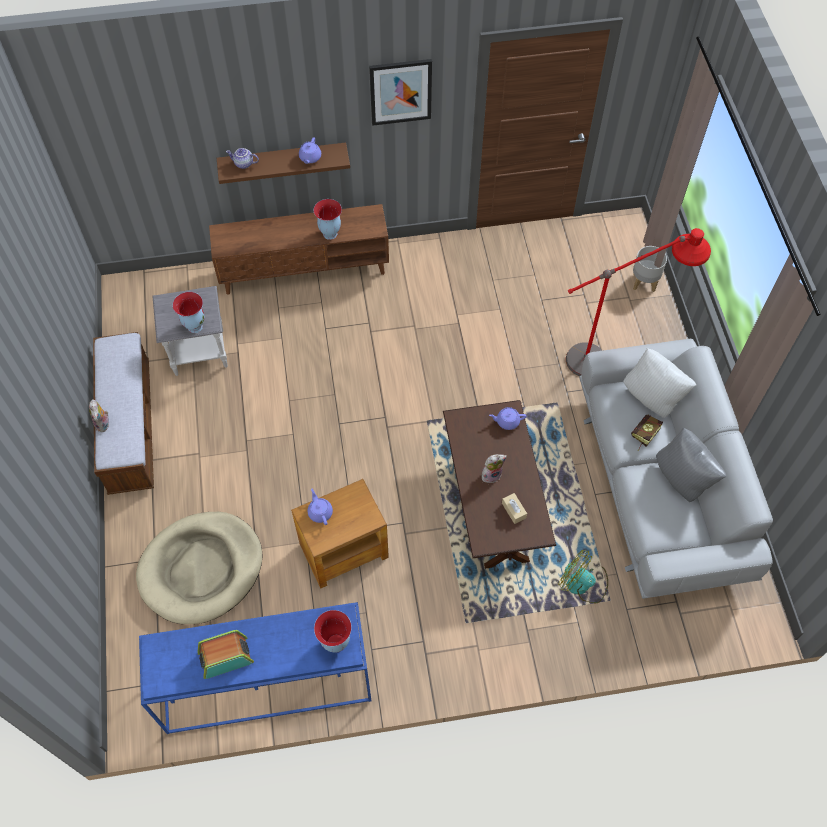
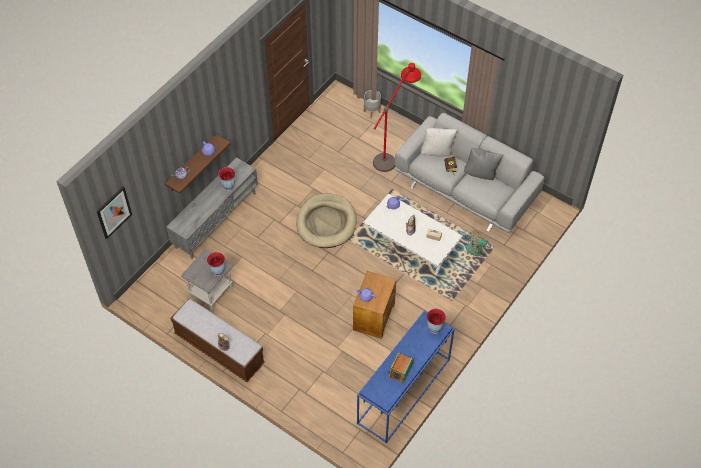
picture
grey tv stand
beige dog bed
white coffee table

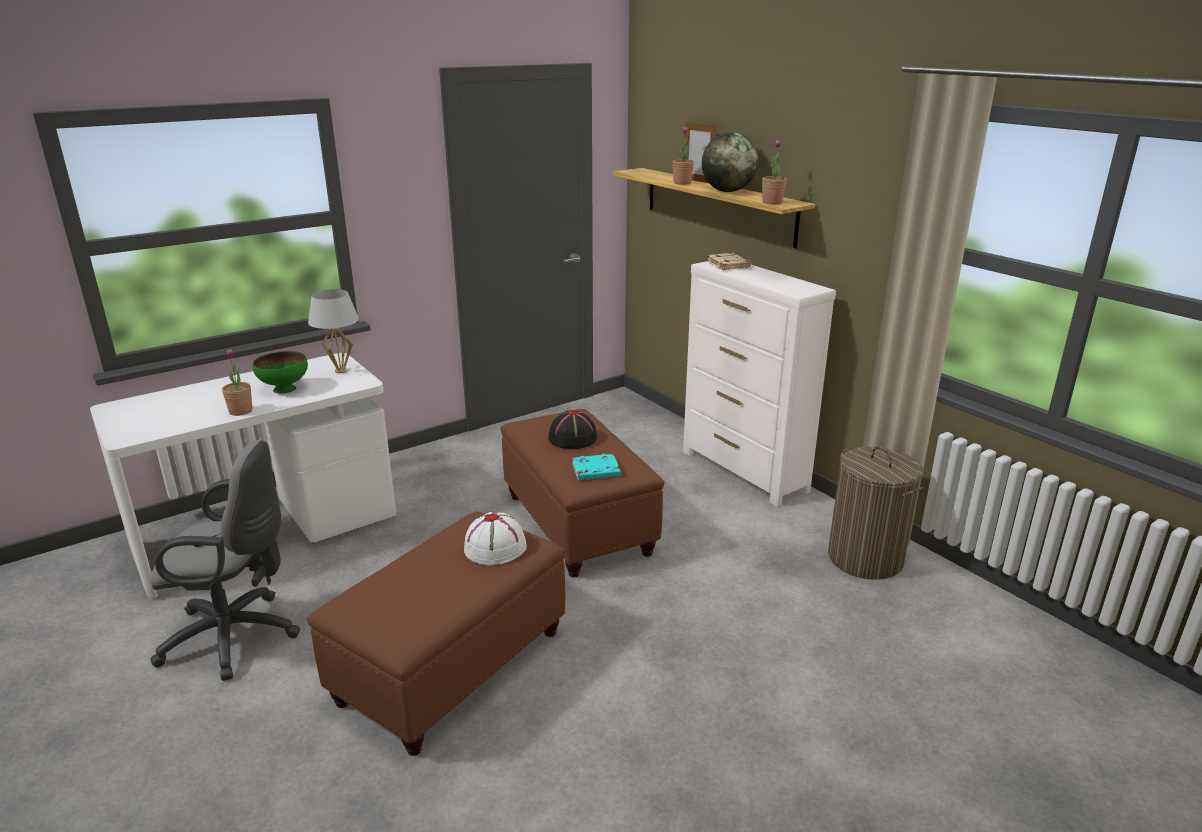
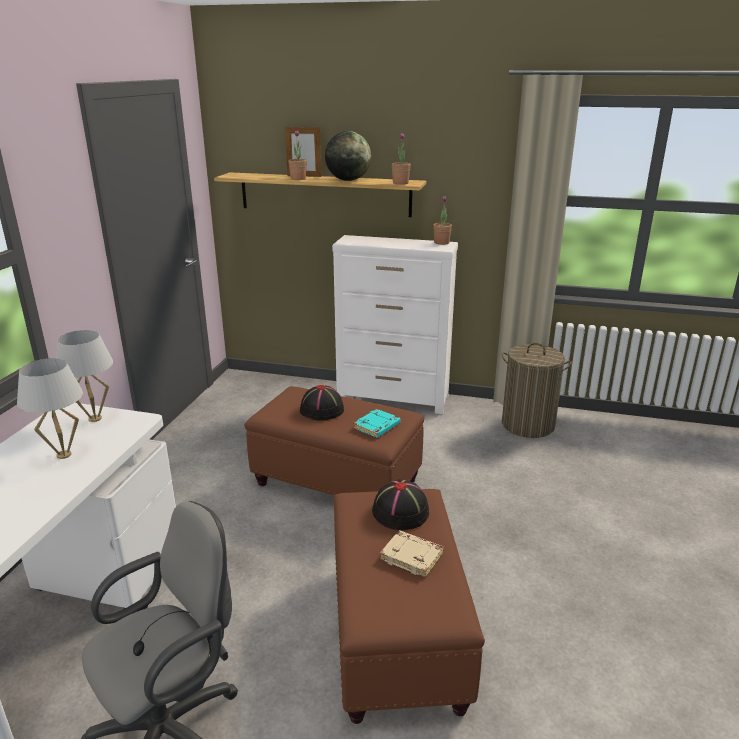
white table lamp (no. 1 from left)
black hat (no. 2 from left)
beige book
potted plant (no. 3 from left)

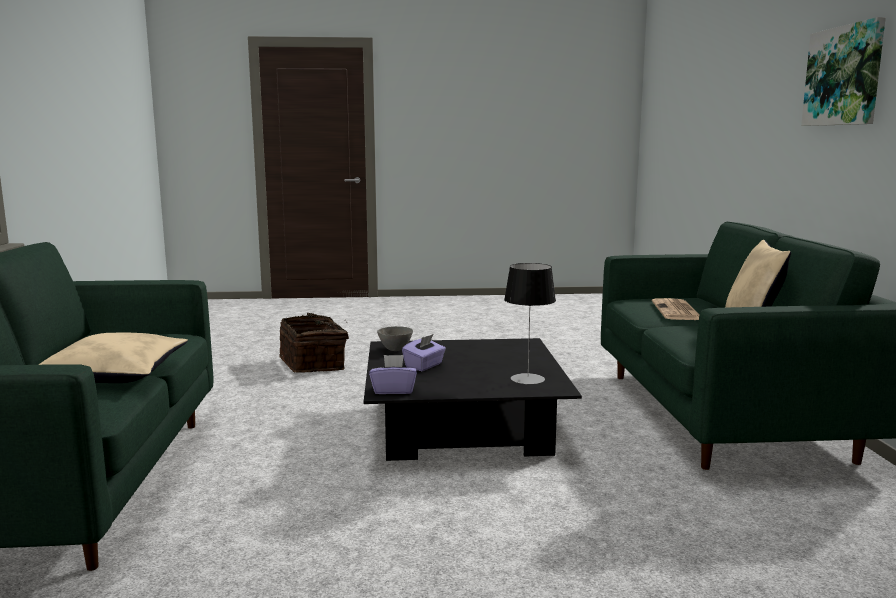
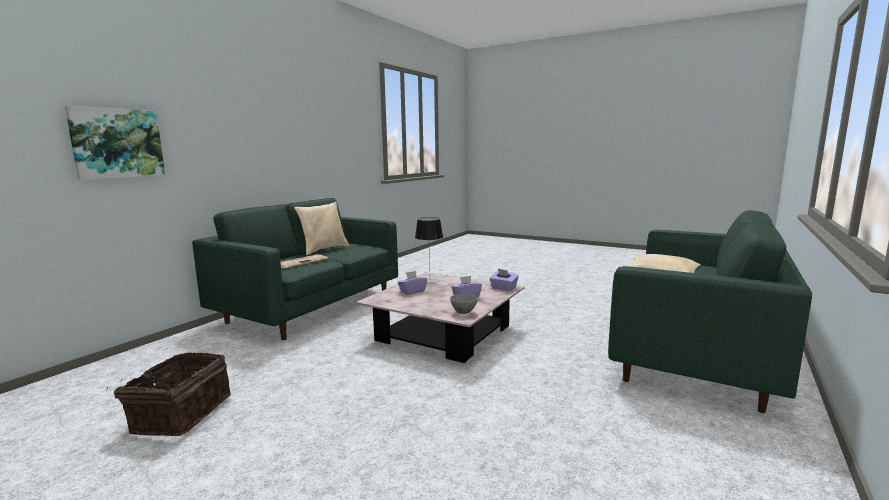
picture
basket
pink coffee table
purple tissue box (no. 1 from left)

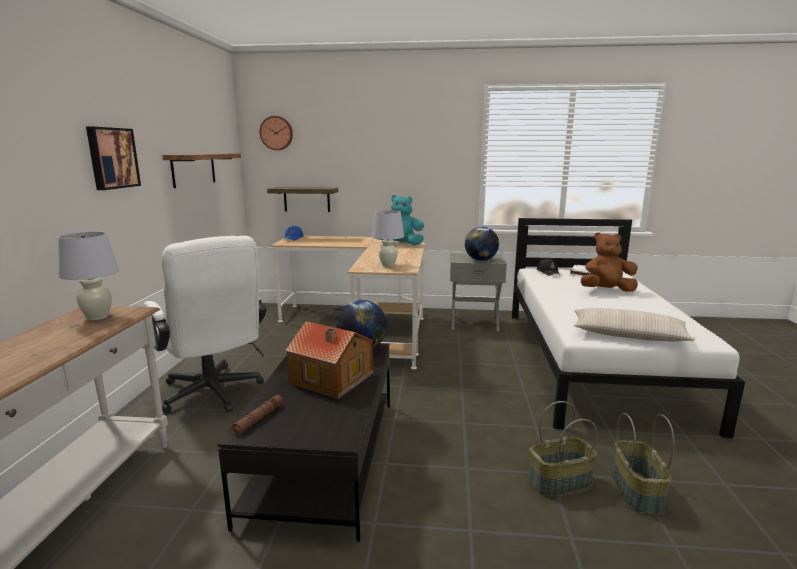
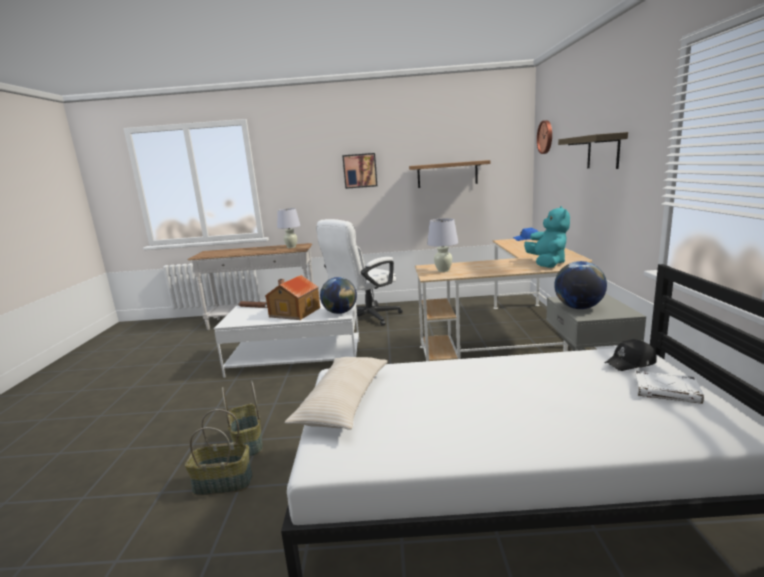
white coffee table
shelf (no. 2 from left)
brown plush toy

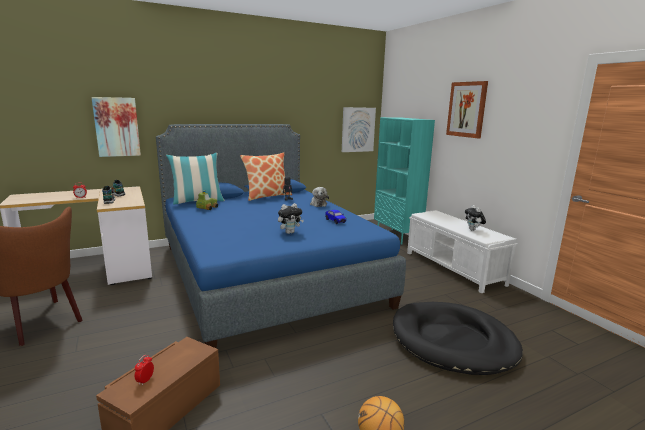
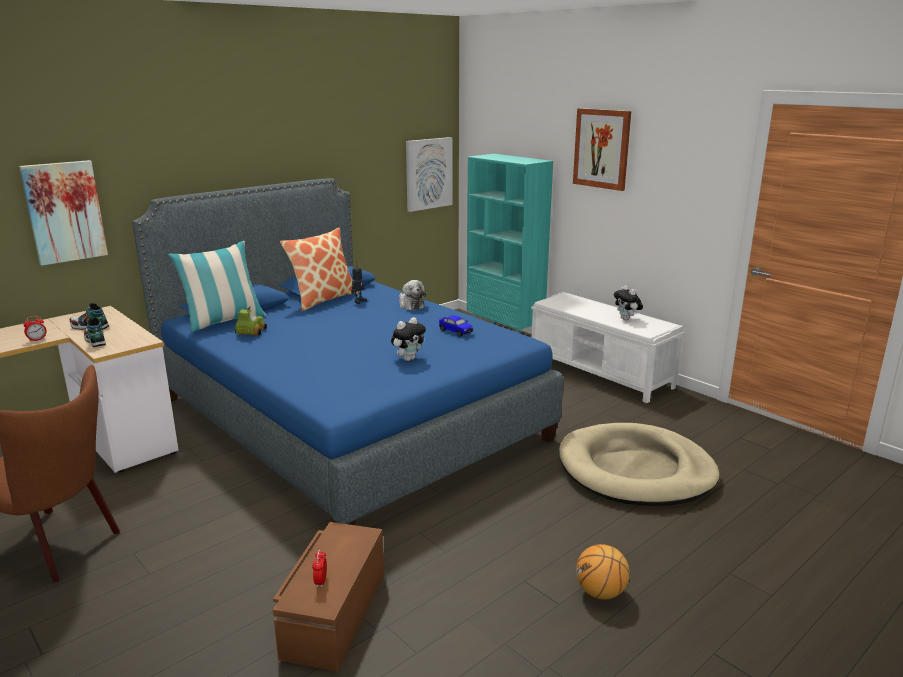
beige dog bed

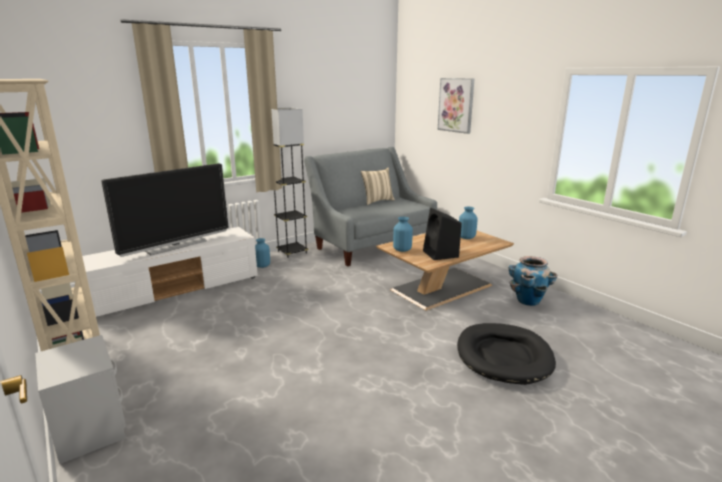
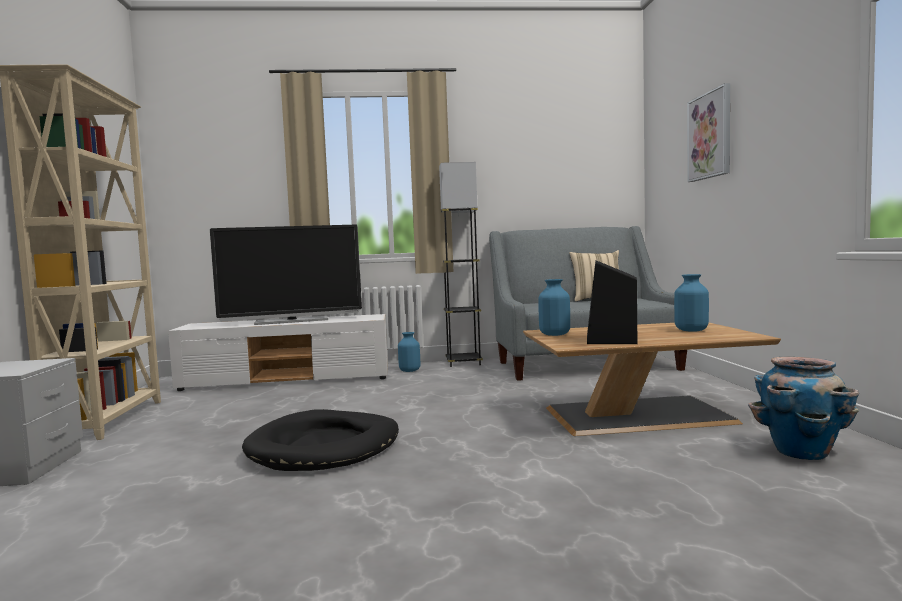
black dog bed

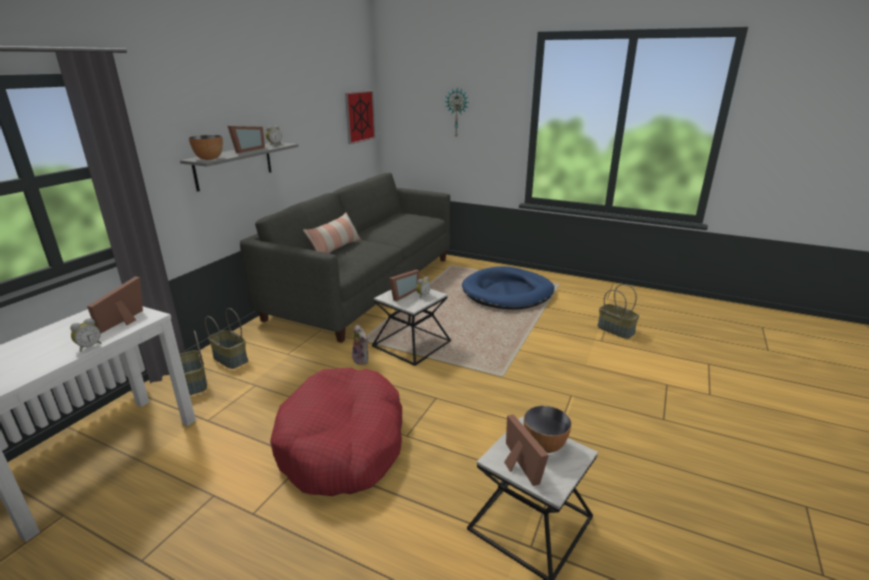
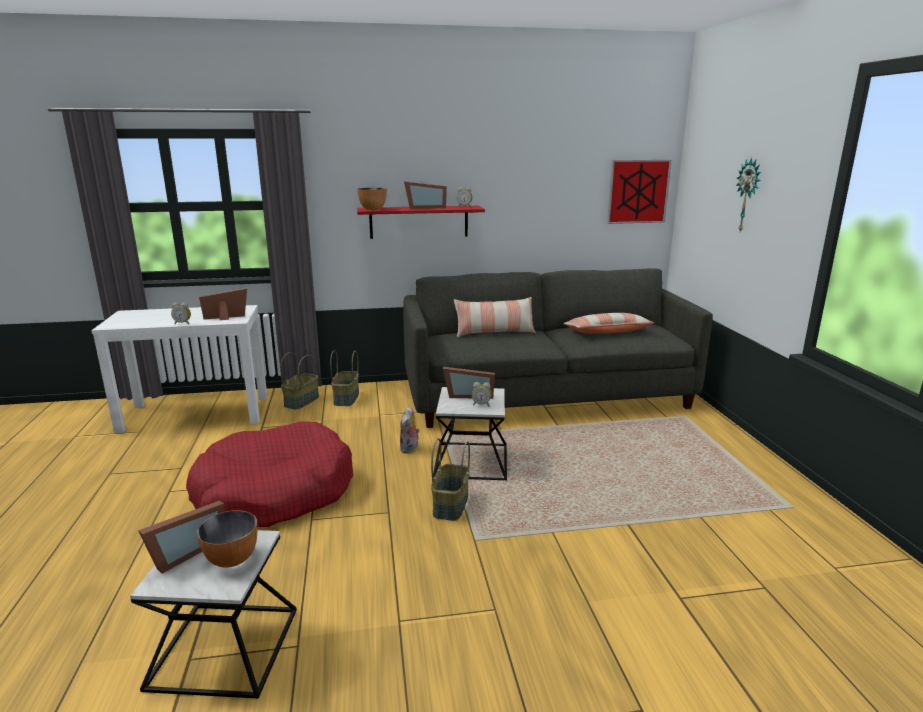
red shelf
basket (no. 3 from left)
pillow (no. 2 from left)
blue dog bed

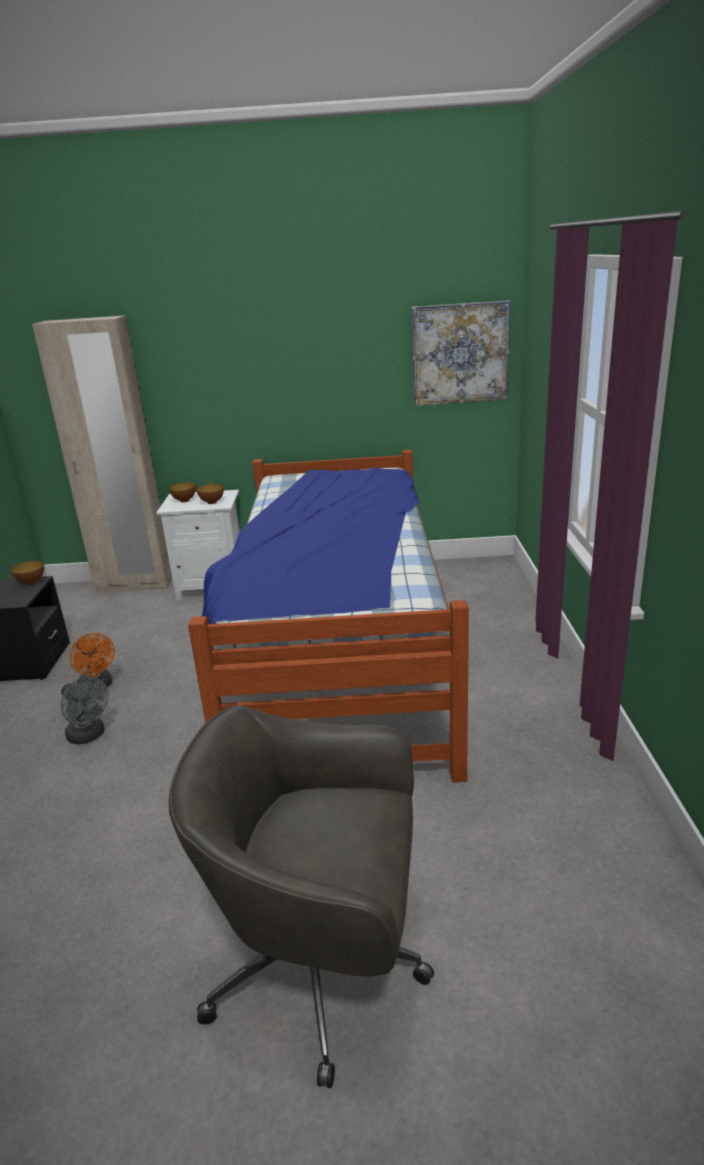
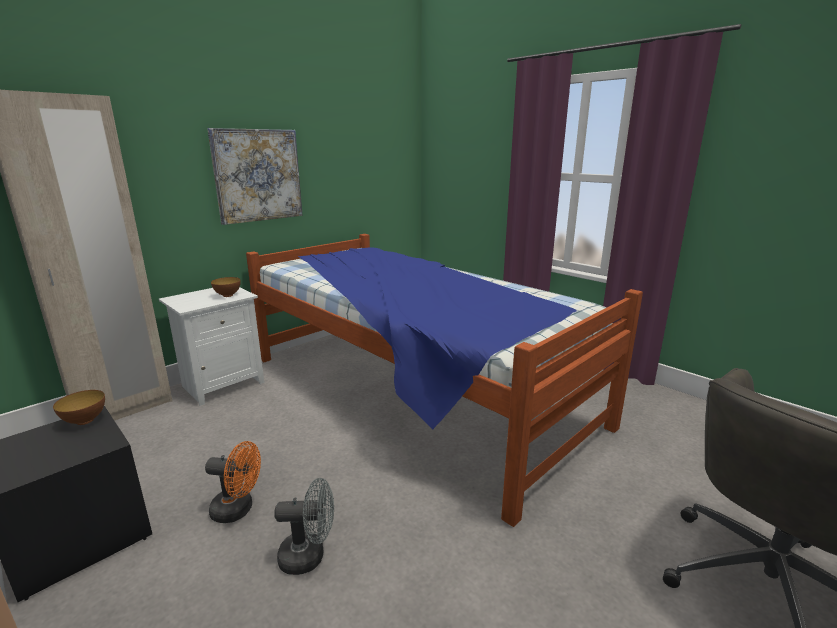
picture
bowl (no. 2 from left in the first image)

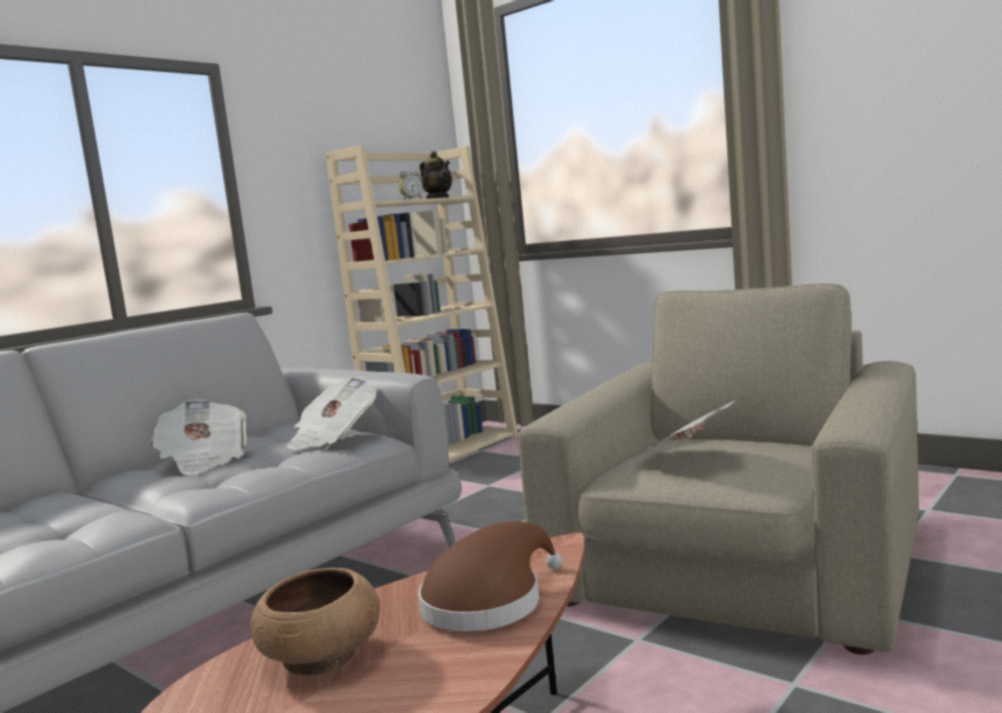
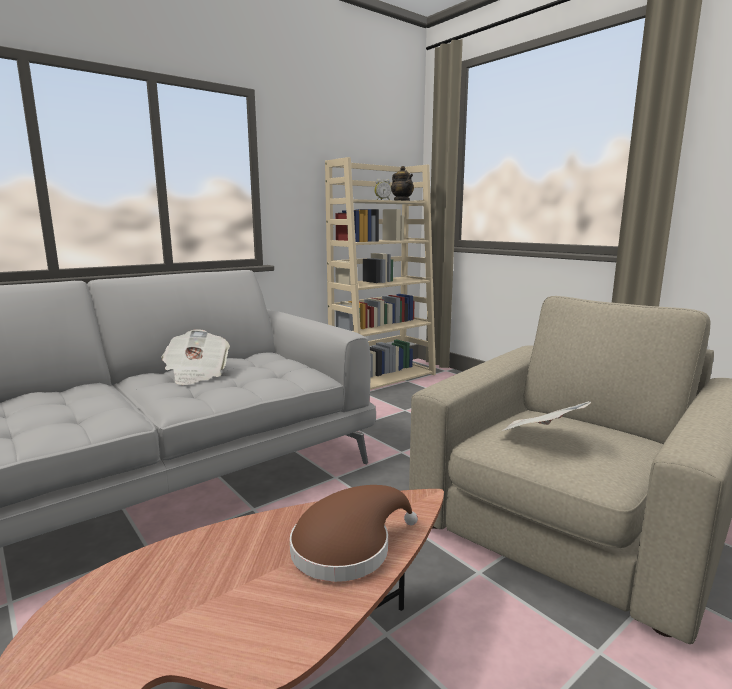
brown bowl
newspaper (no. 2 from left in the first image)

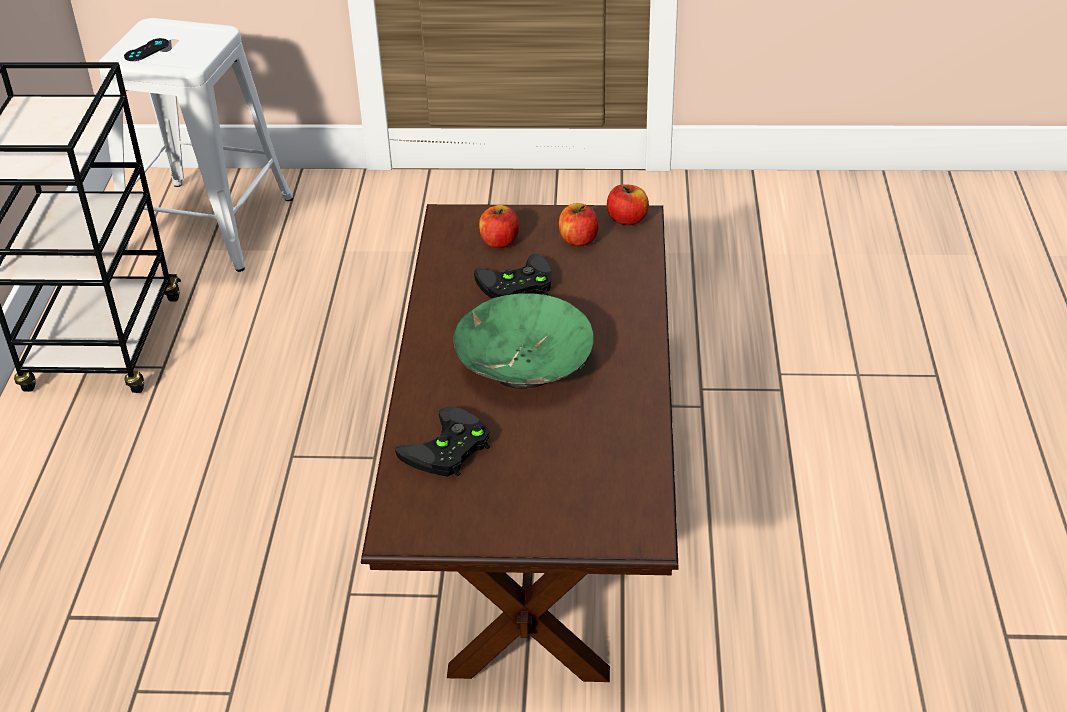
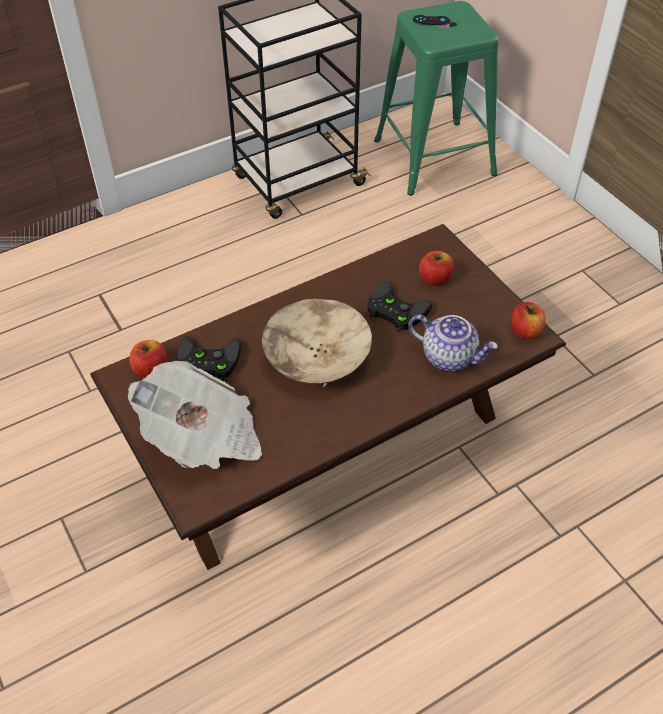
newspaper
apple (no. 1 from left)
beige bowl
green stool
teapot

